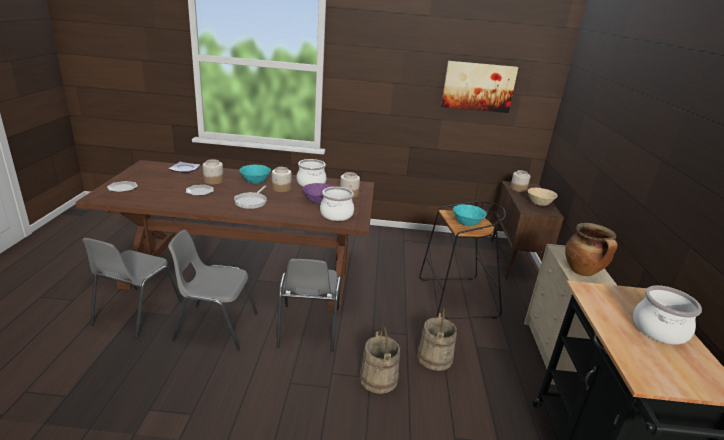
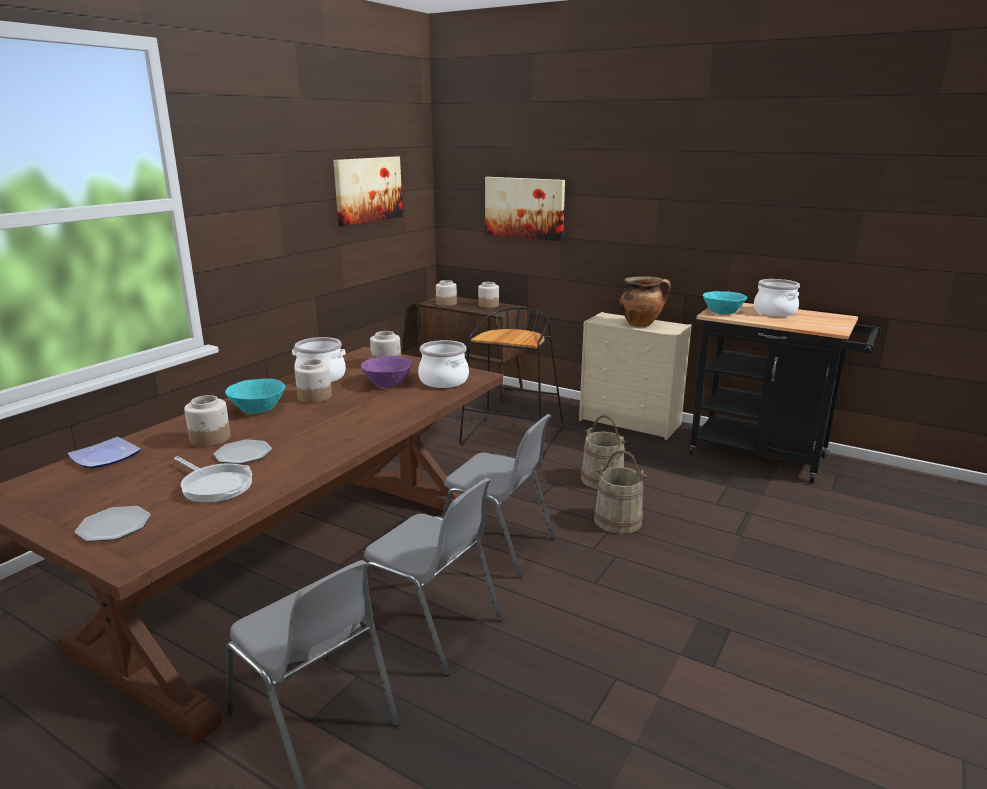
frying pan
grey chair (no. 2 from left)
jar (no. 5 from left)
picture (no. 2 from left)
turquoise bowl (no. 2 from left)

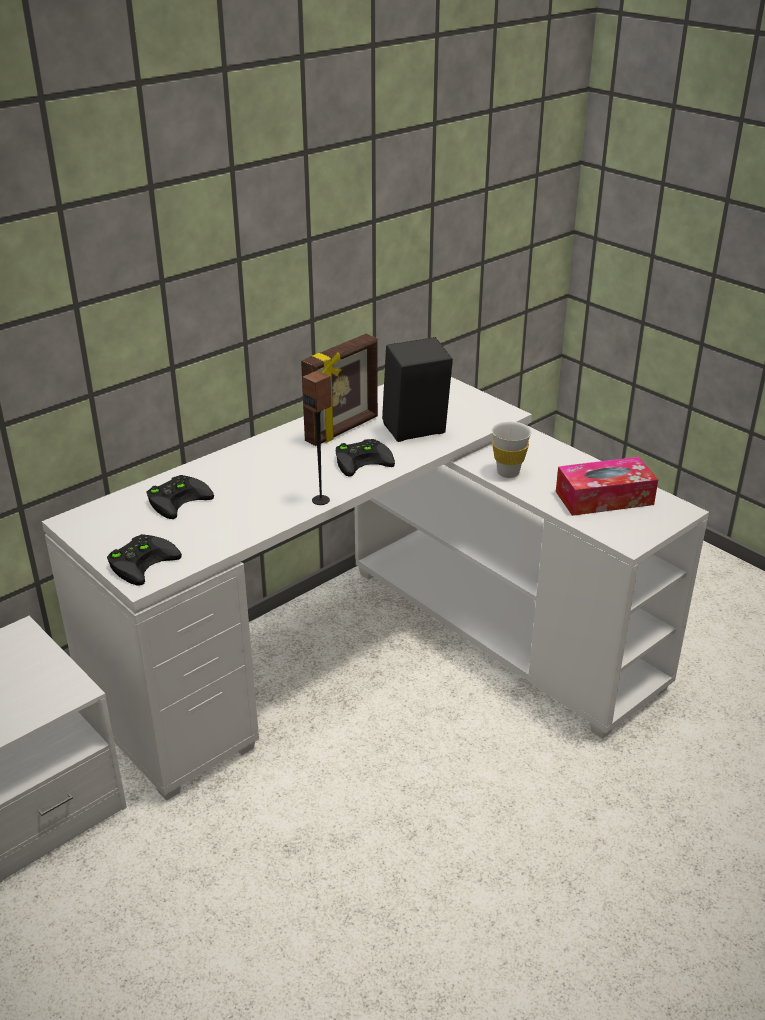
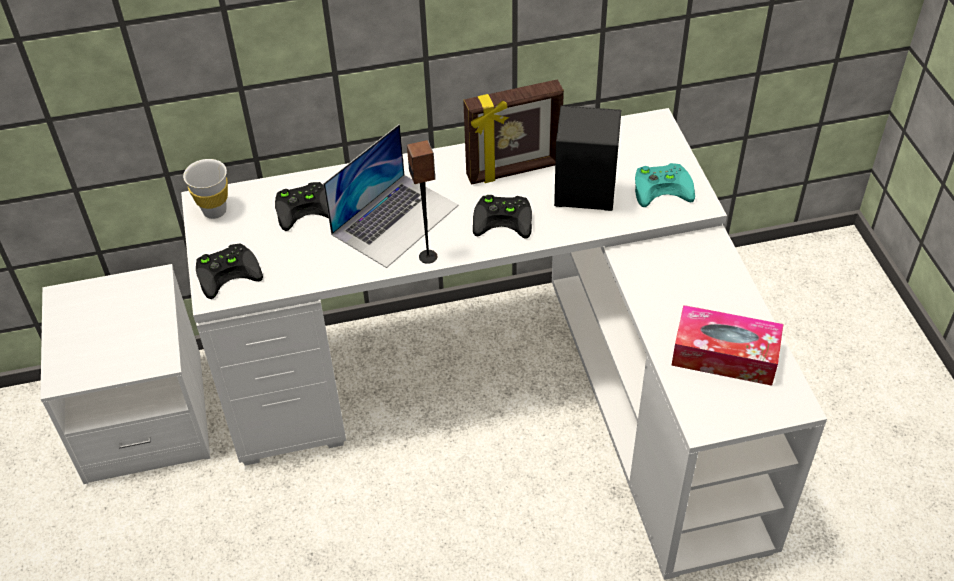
white cup
laptop
turquoise game controller

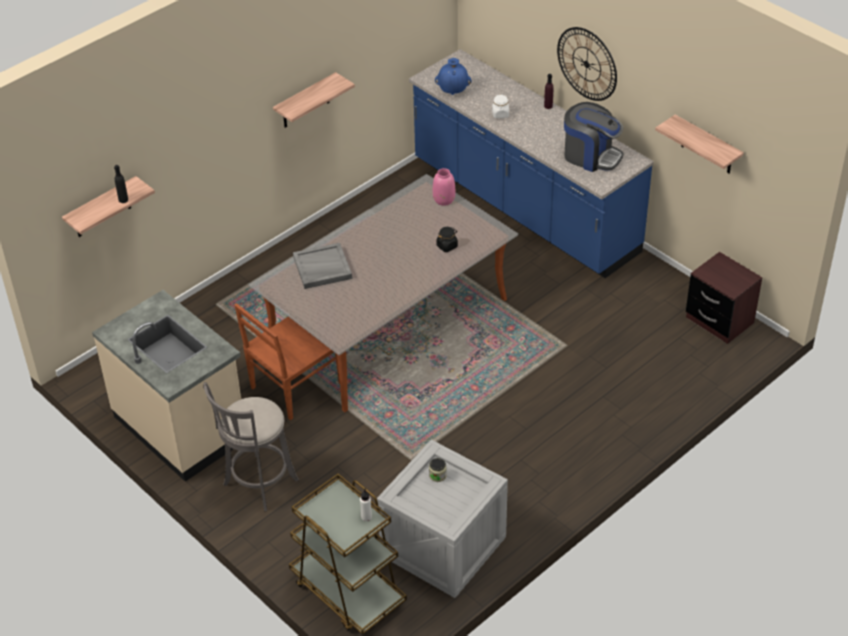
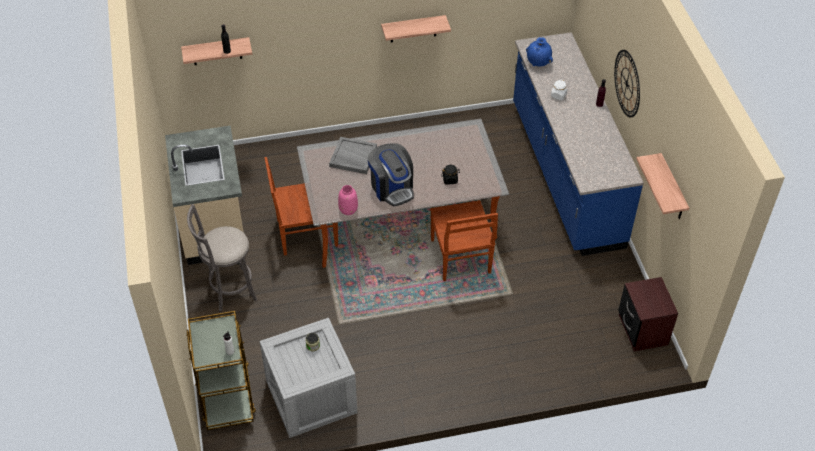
pink vase
coffee machine
brown chair (no. 2 from left)

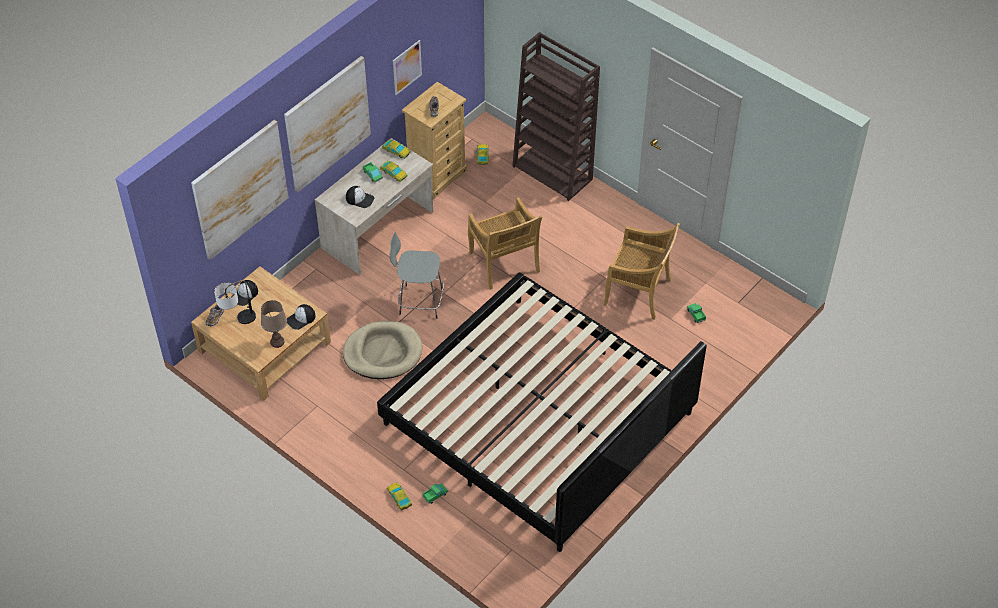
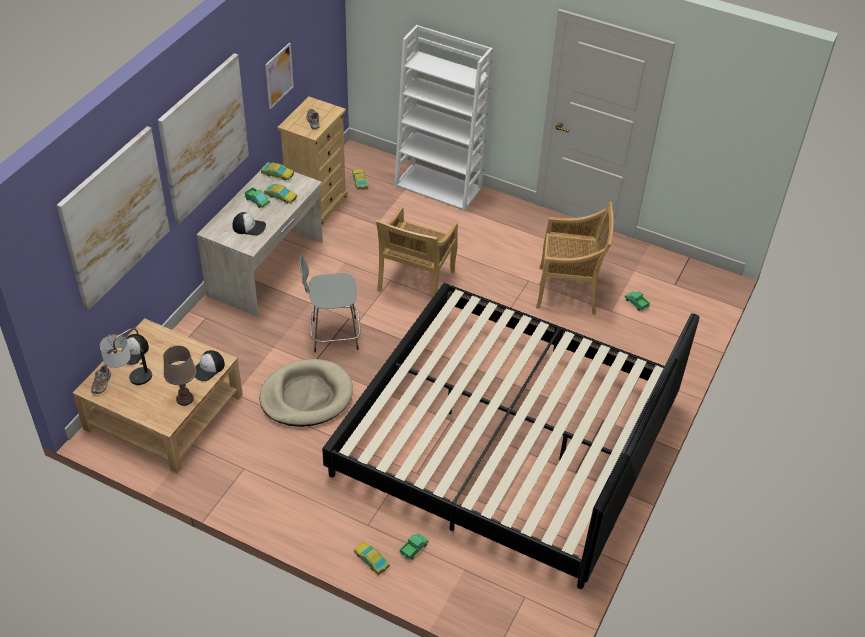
beige chair (no. 1 from left)
white bookcase

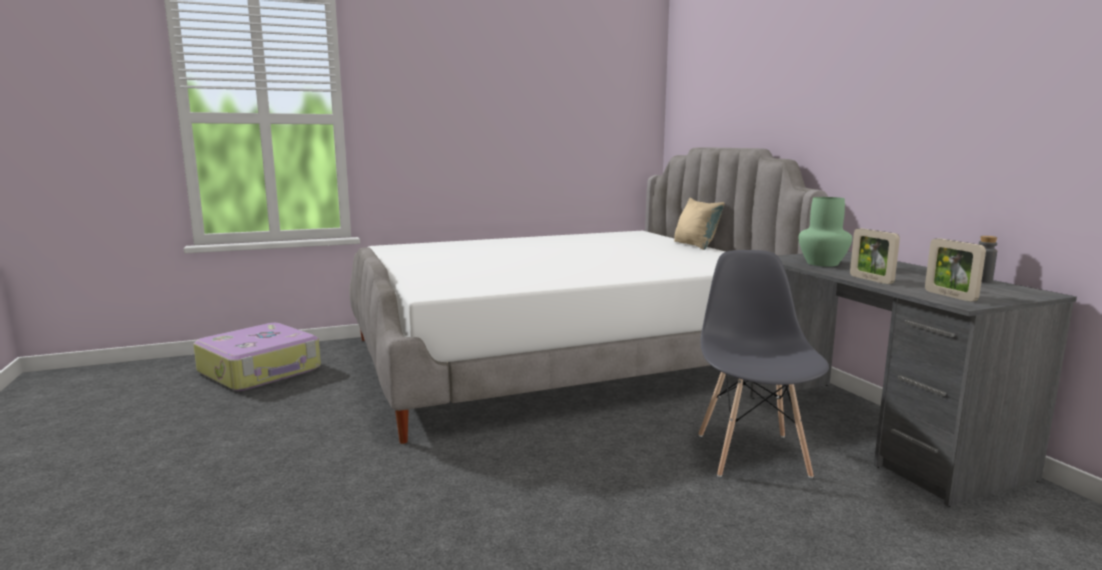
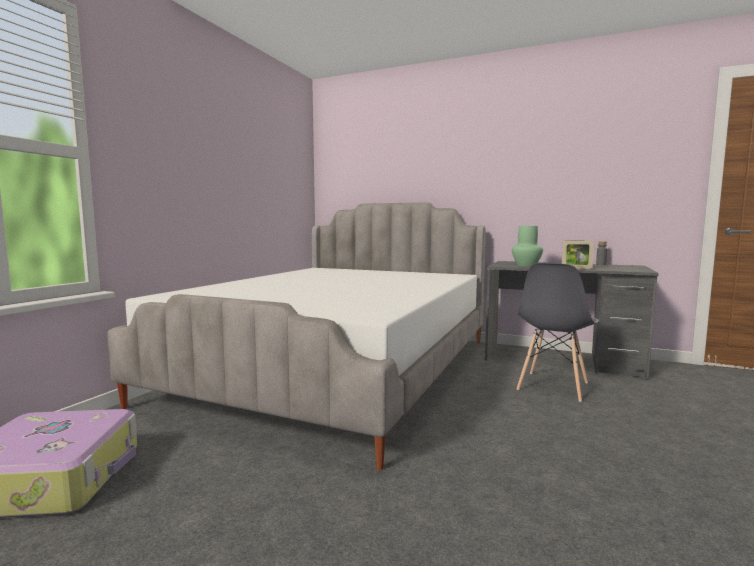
grey chair
beige pillow
picture frame (no. 2 from left in the first image)

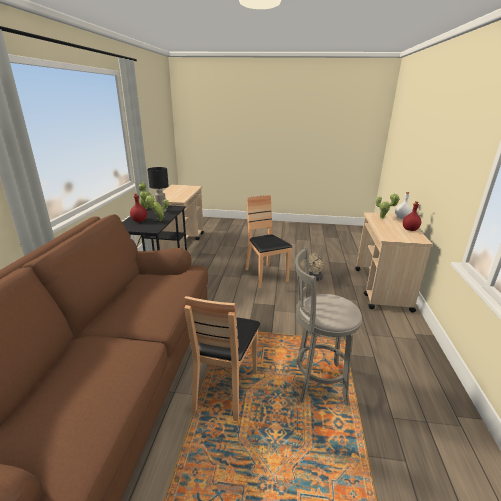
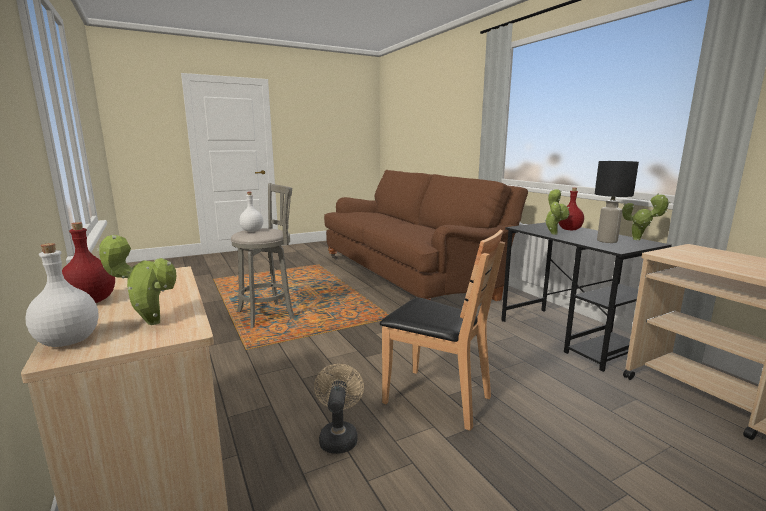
white bottle (no. 2 from left)
brown chair (no. 1 from left in the first image)

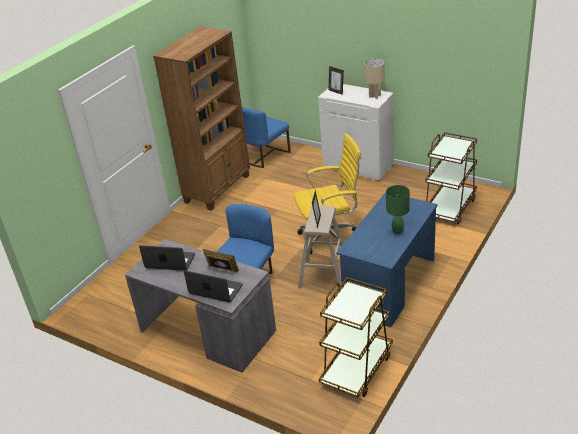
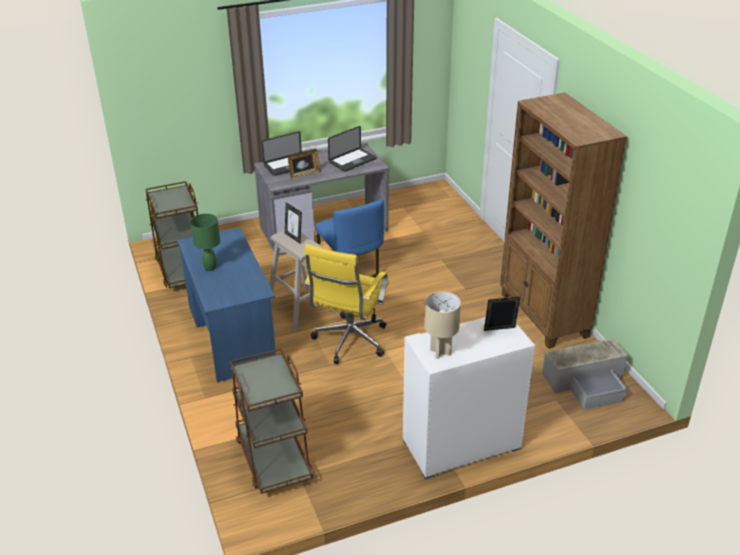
grey storage box

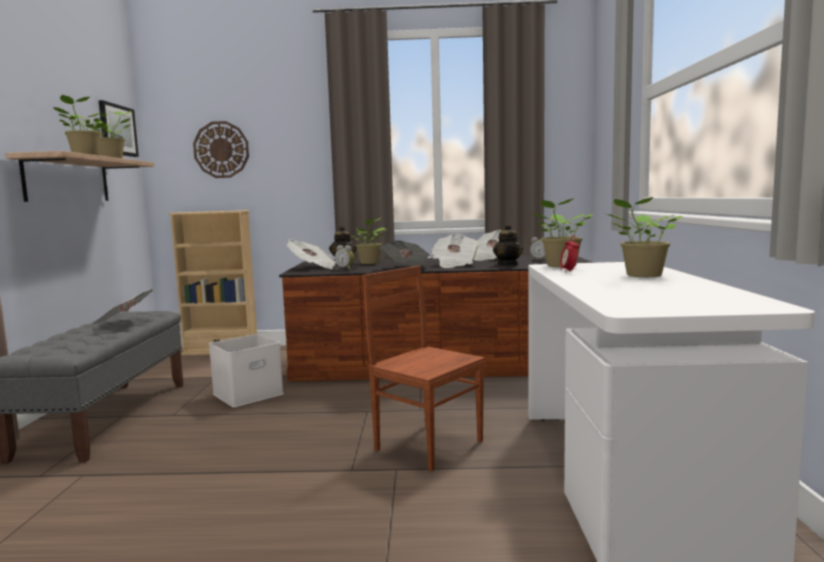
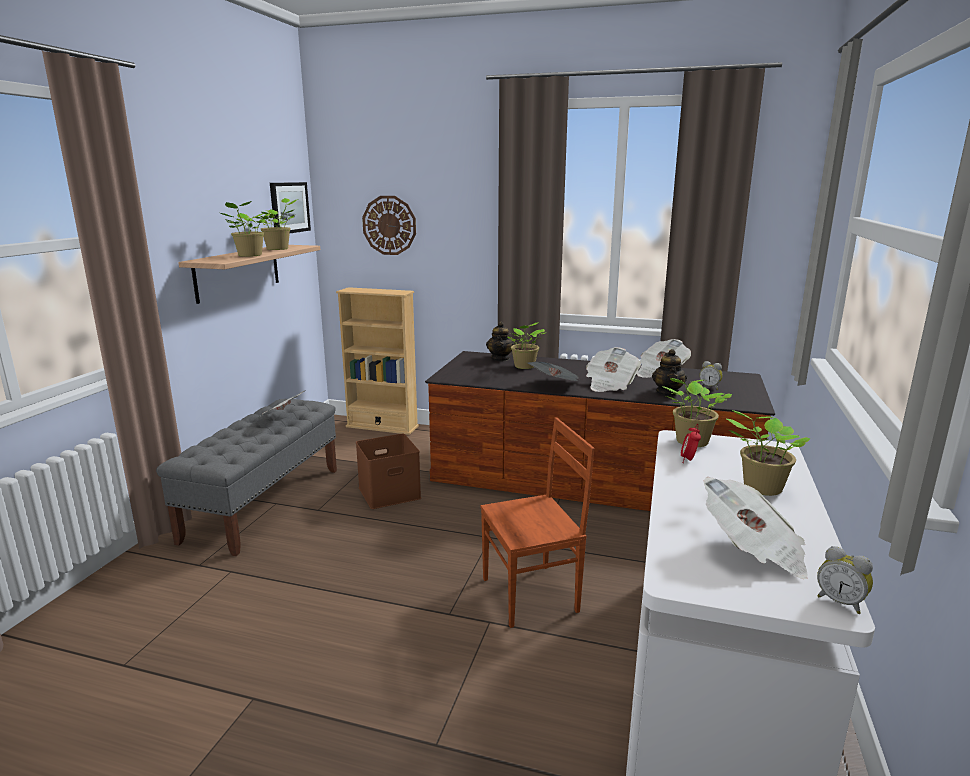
brown storage box
brown chair
newspaper (no. 5 from left)
alarm clock (no. 3 from left)

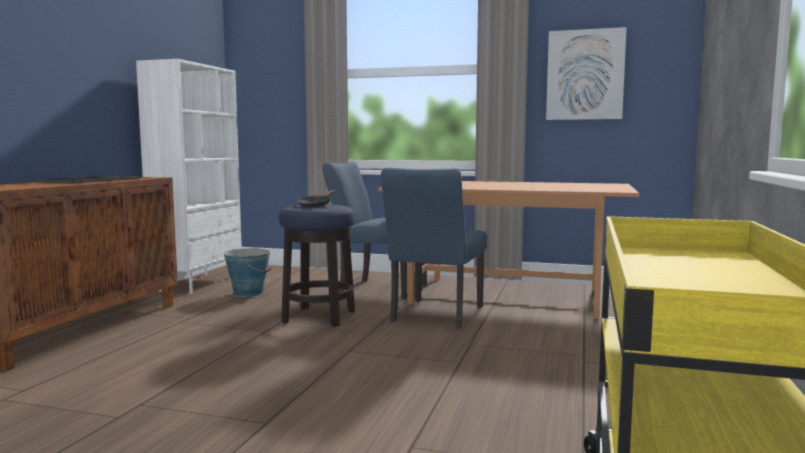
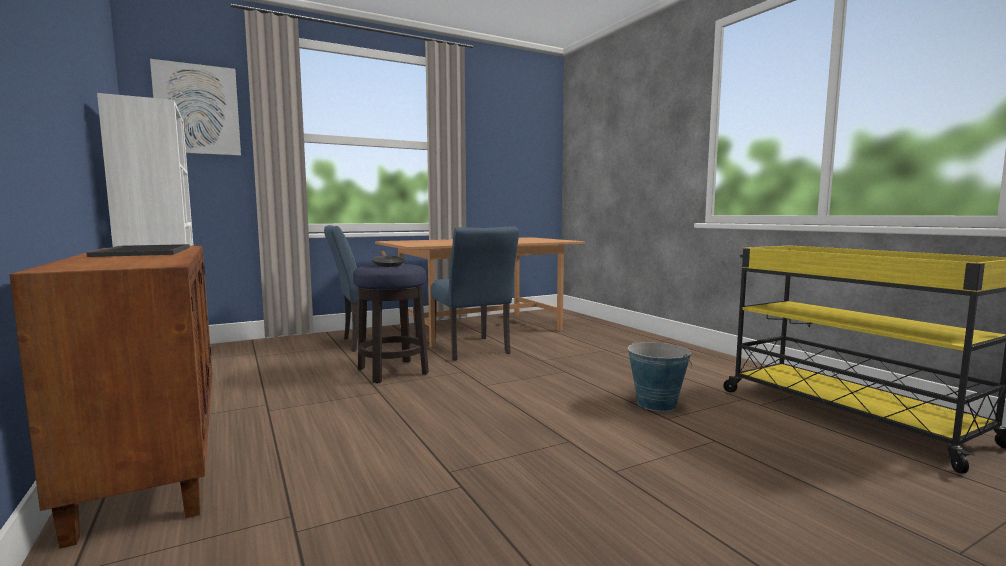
picture
bucket

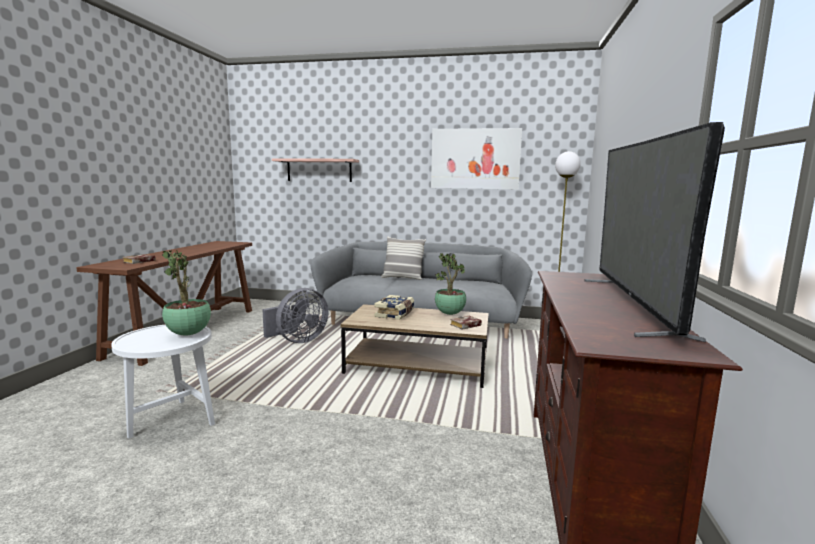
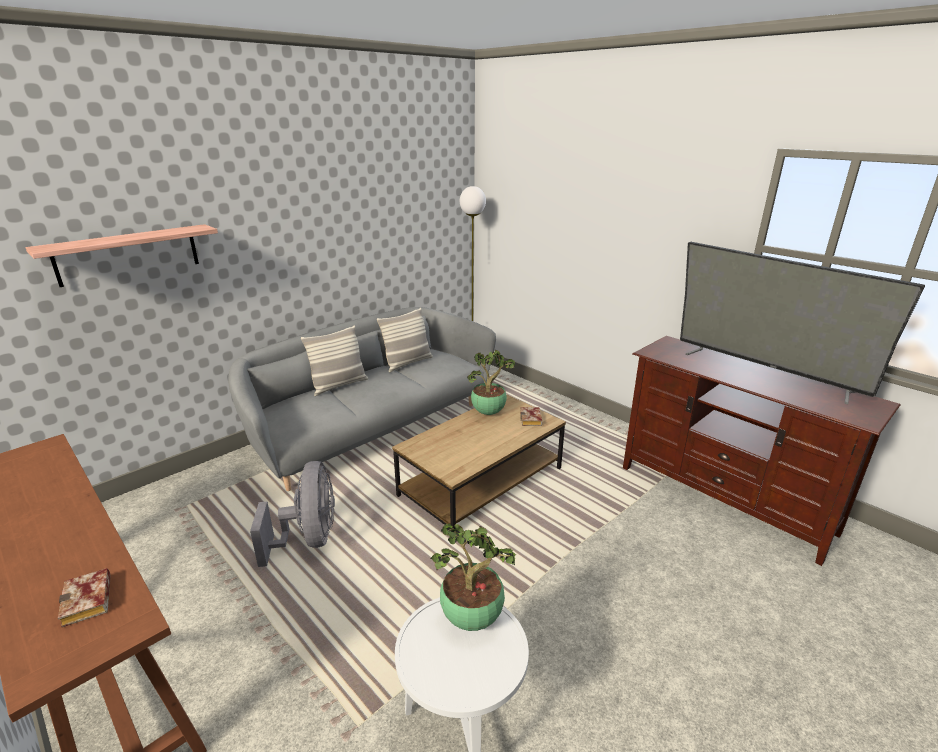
pillow (no. 2 from left)
book (no. 2 from left in the first image)
picture

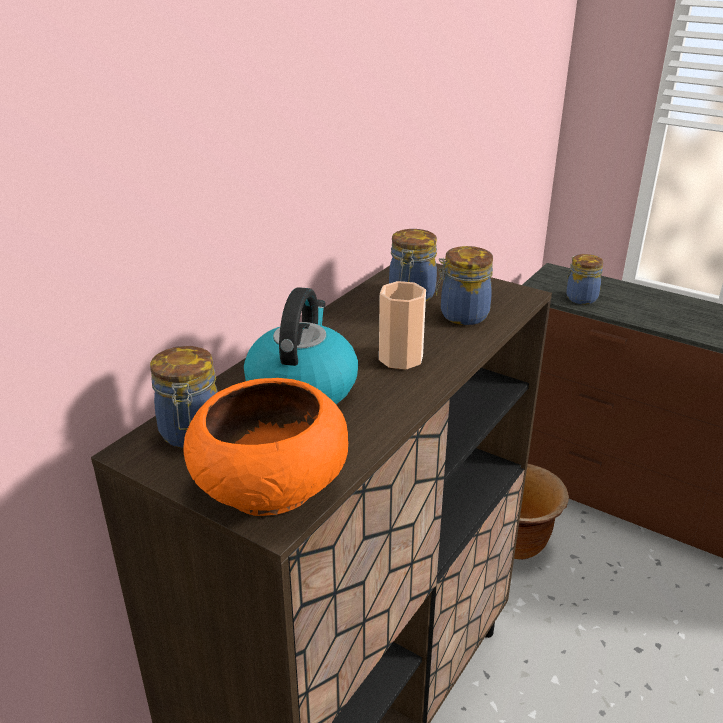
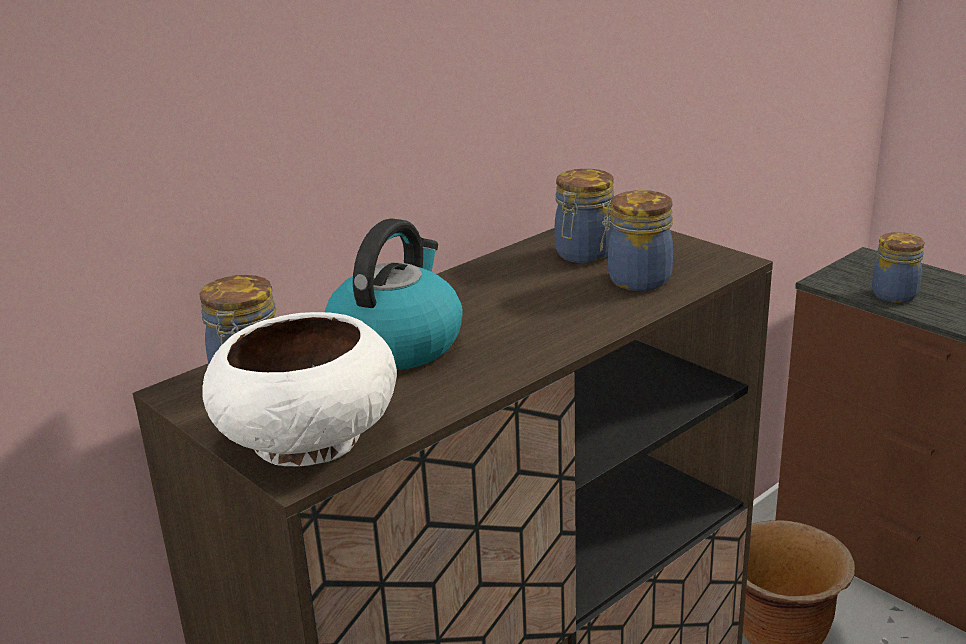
white bowl
cup

